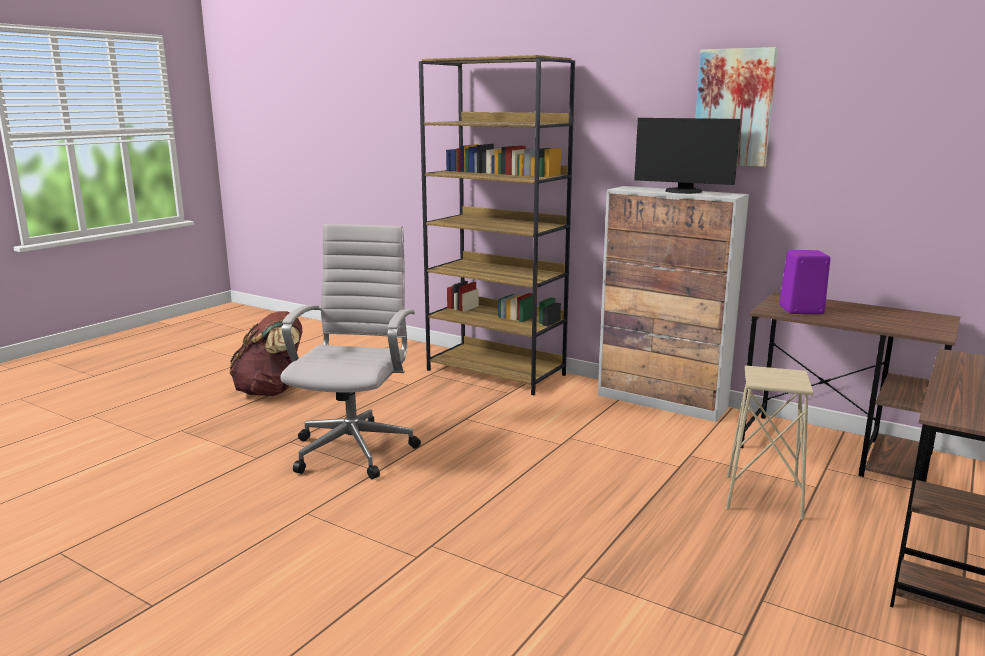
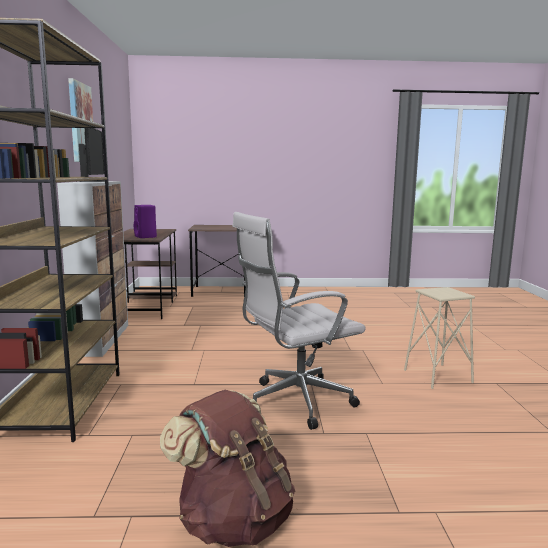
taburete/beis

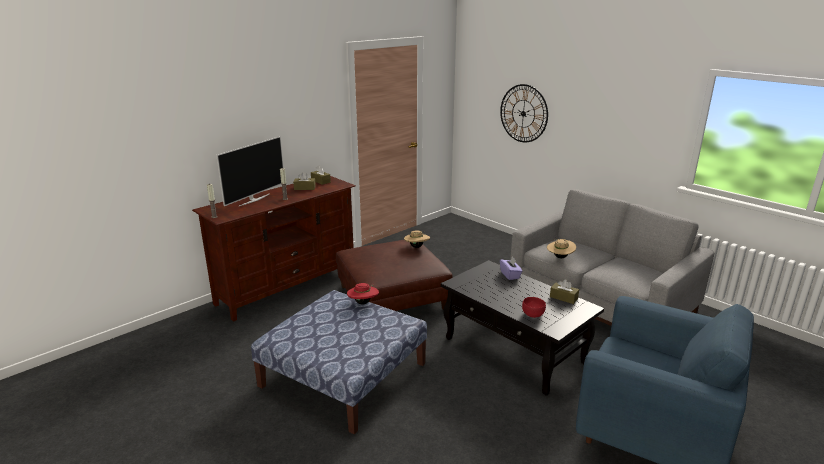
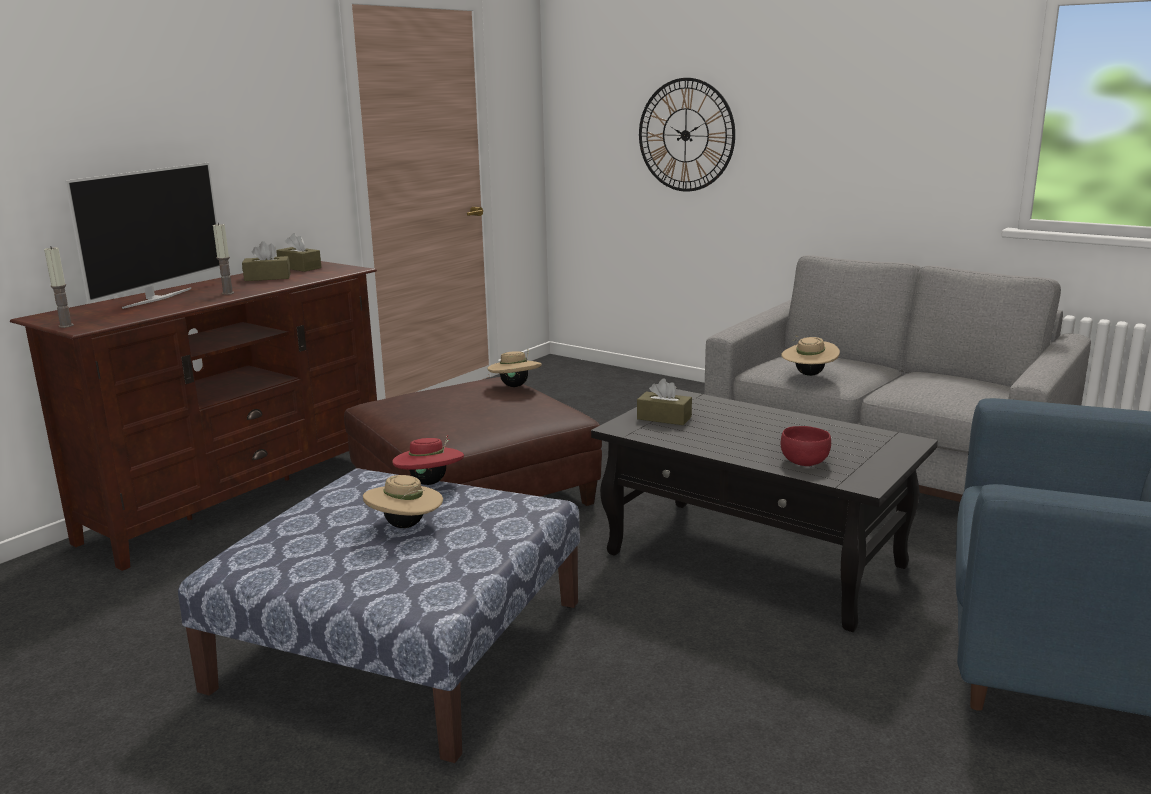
caja de pañuelos/morado
sombrero/beis (1st from left)
caja de pañuelos/marrón (3rd from left)

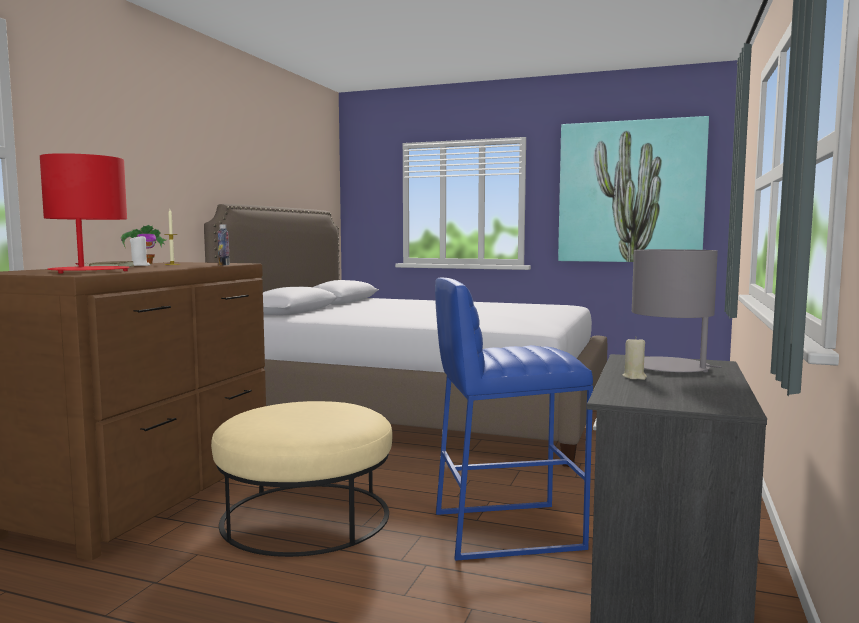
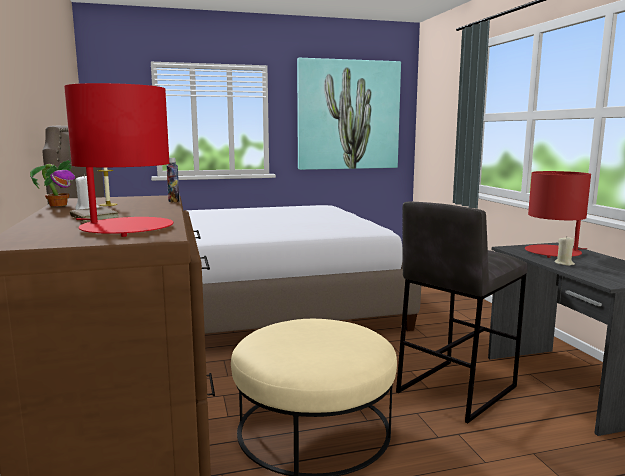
taburete/gris
lámpara de mesa/rojo (2nd from left)

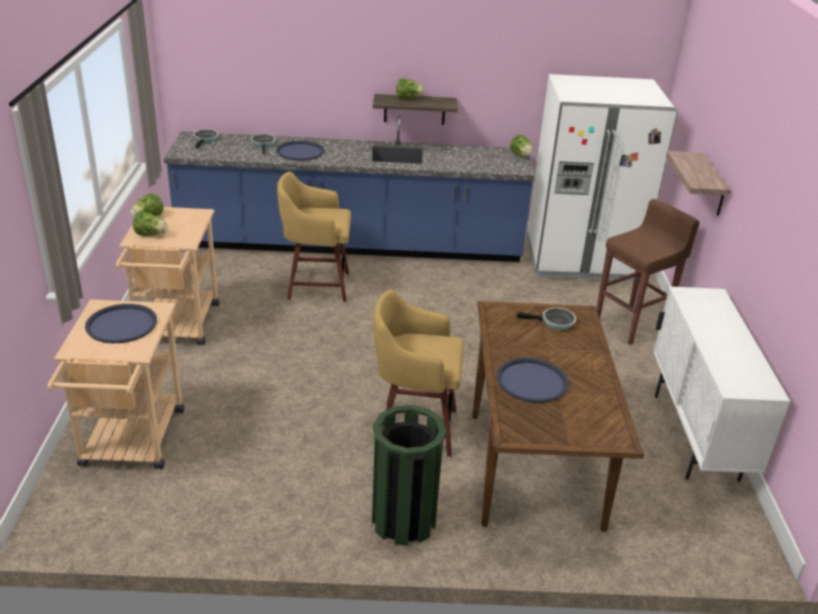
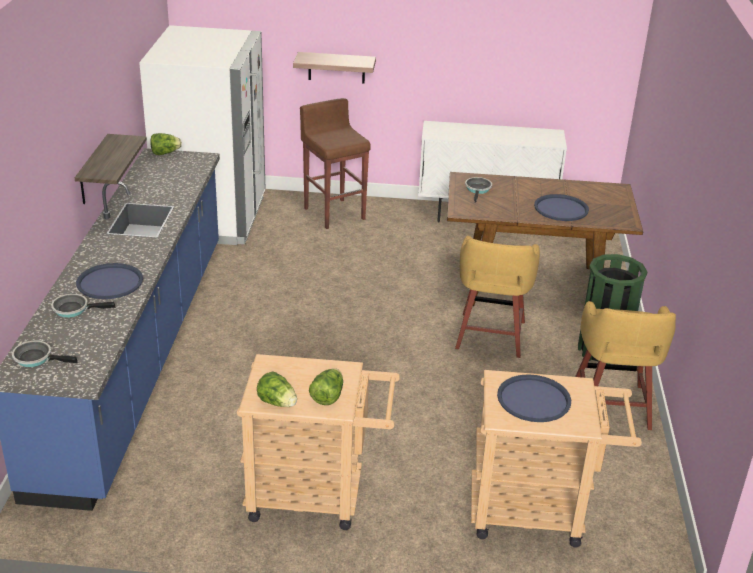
lechuga (3rd from left in the first image)
taburete/amarillo (2nd from left)

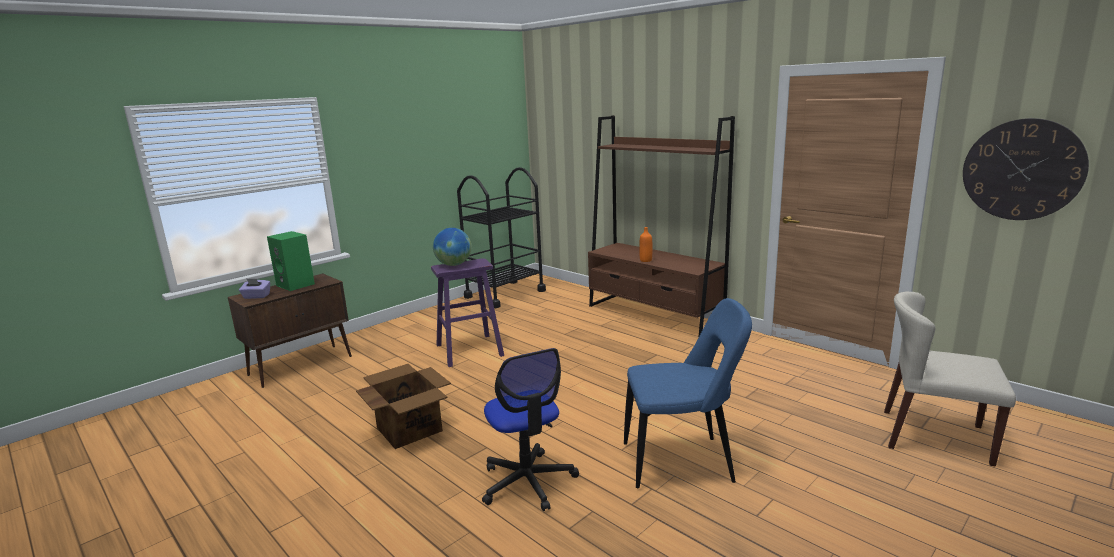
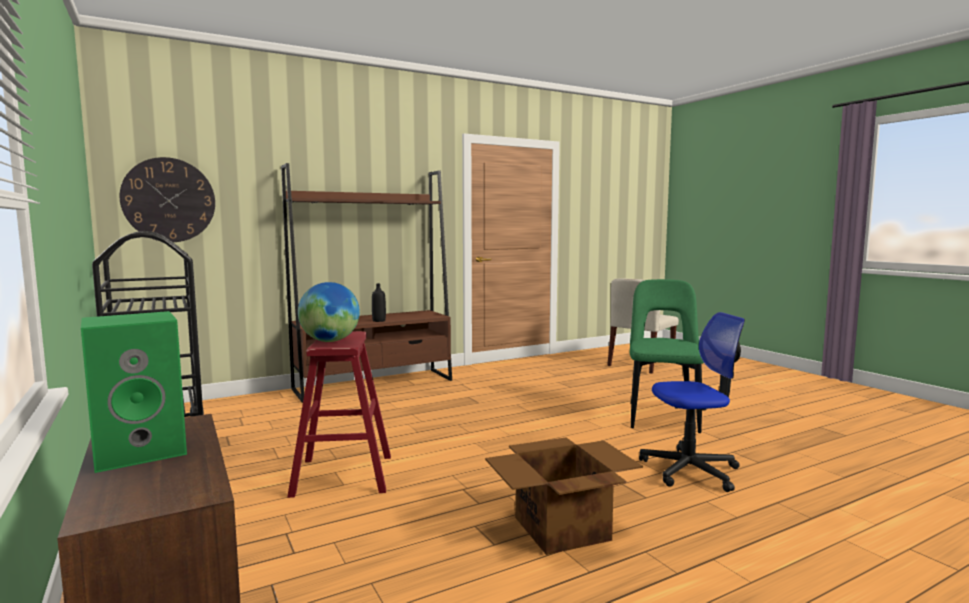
caja de pañuelos/morado
reloj de pared
taburete/rojo
silla/verde
botella/negro

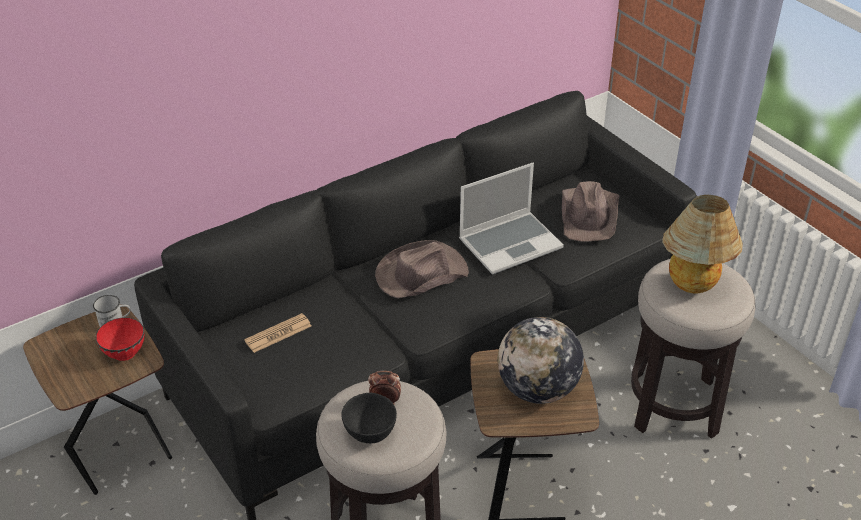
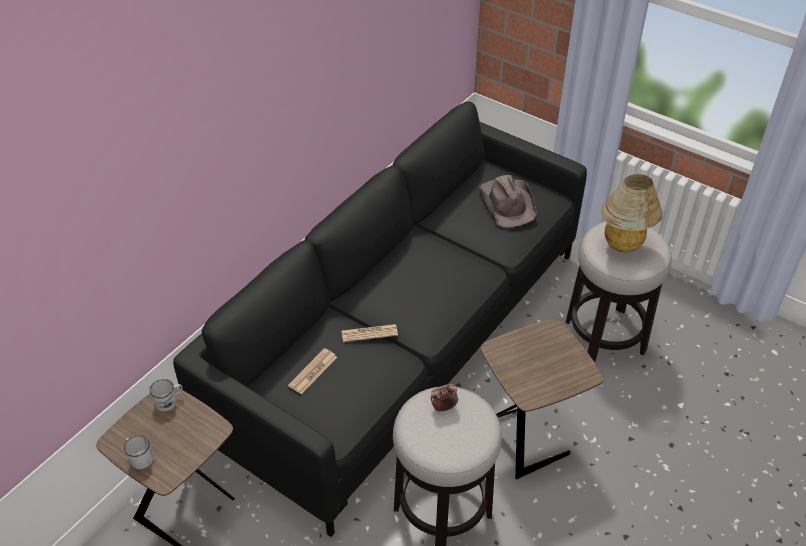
cuenco/rojo
cuenco/negro
sombrero/marrón (1st from left in the first image)
portátil
globo terráqueo
taza grande/blanco (1st from left)
periódico (2nd from left)

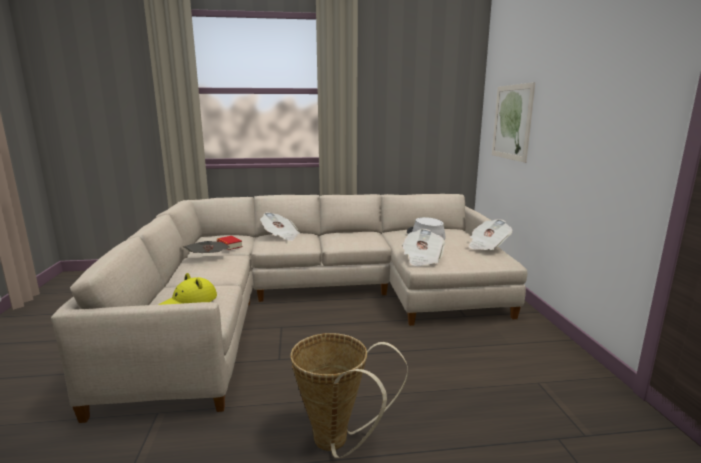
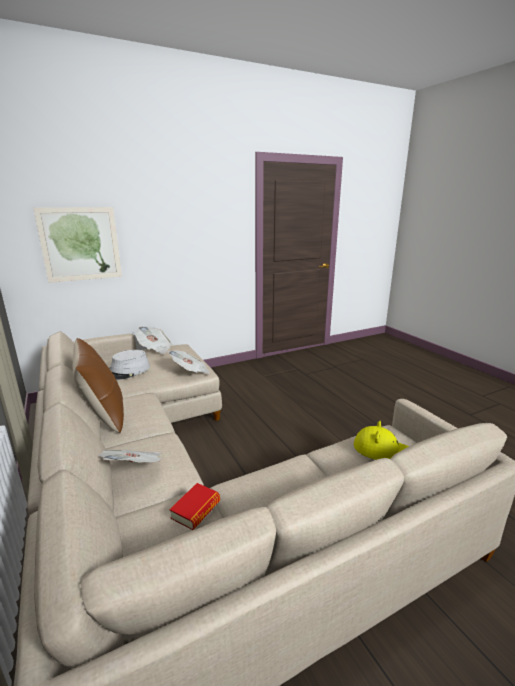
periódico (1st from left in the first image)
cesta
cojín/marrón

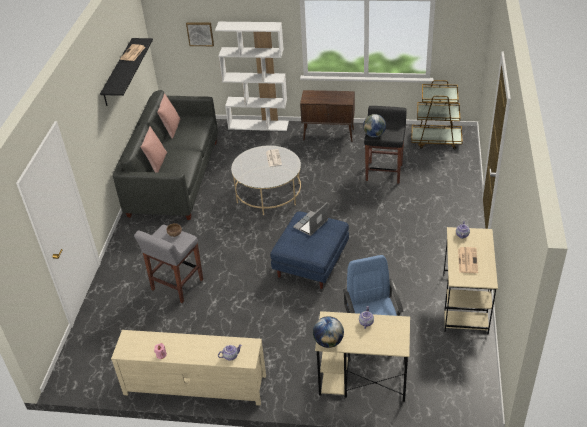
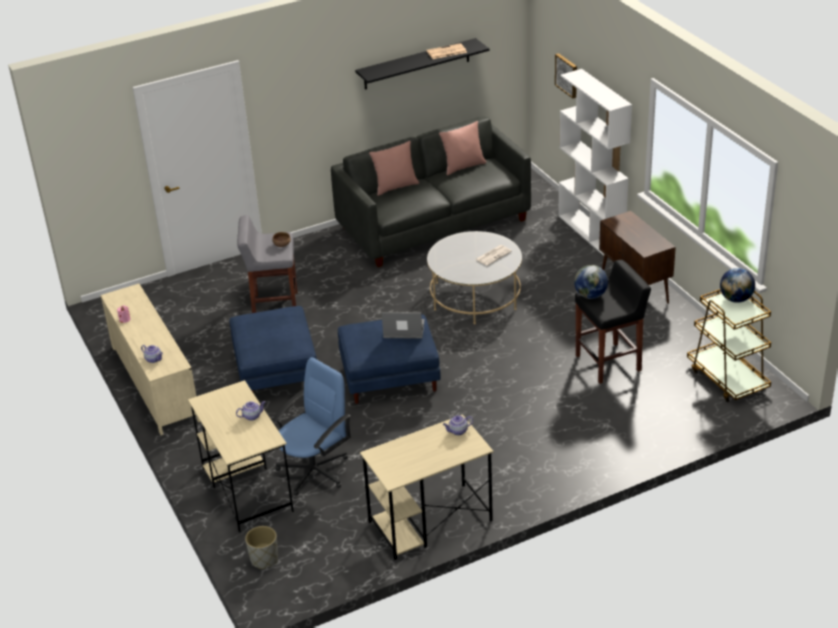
periódico (3rd from left in the first image)
puf/azul (1st from left)
maceta/gris
globo terráqueo (2nd from left)

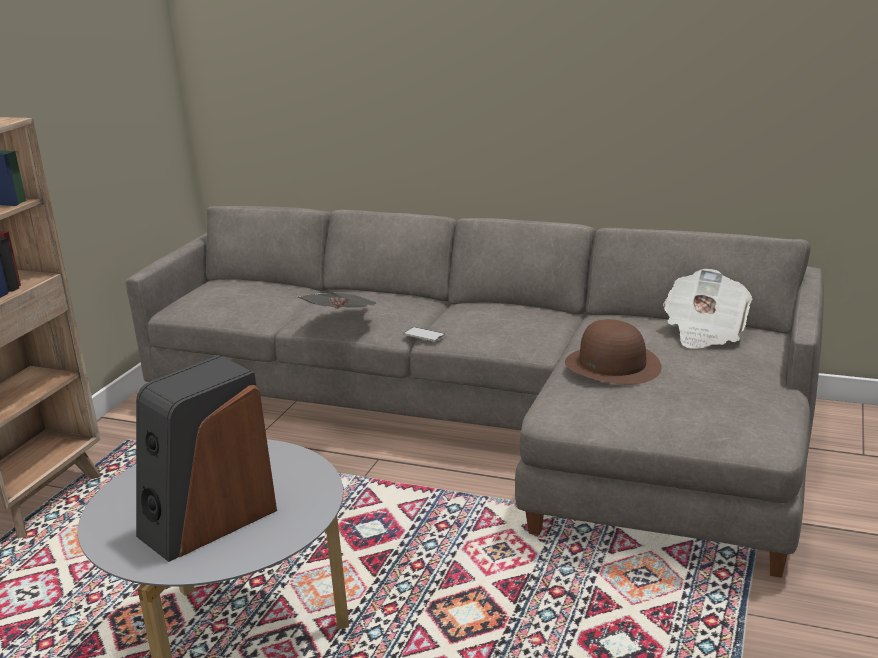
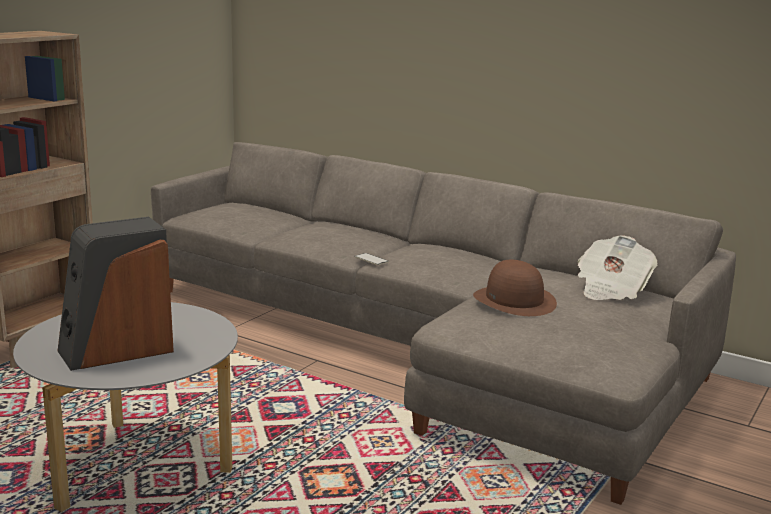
periódico (1st from left in the first image)

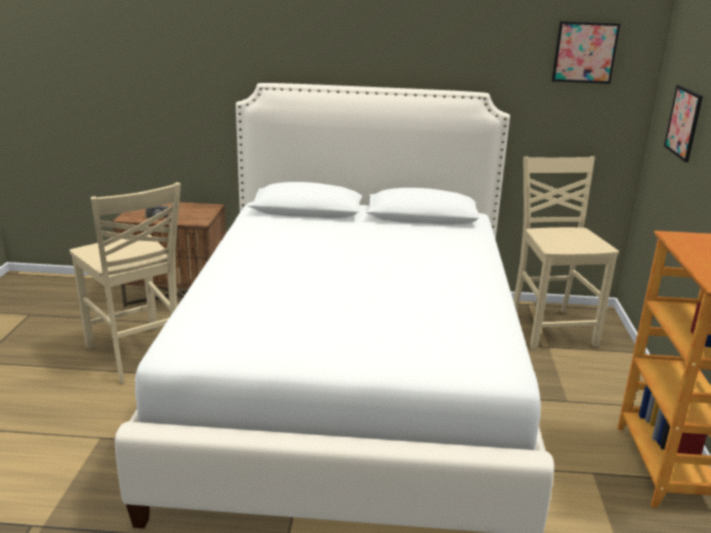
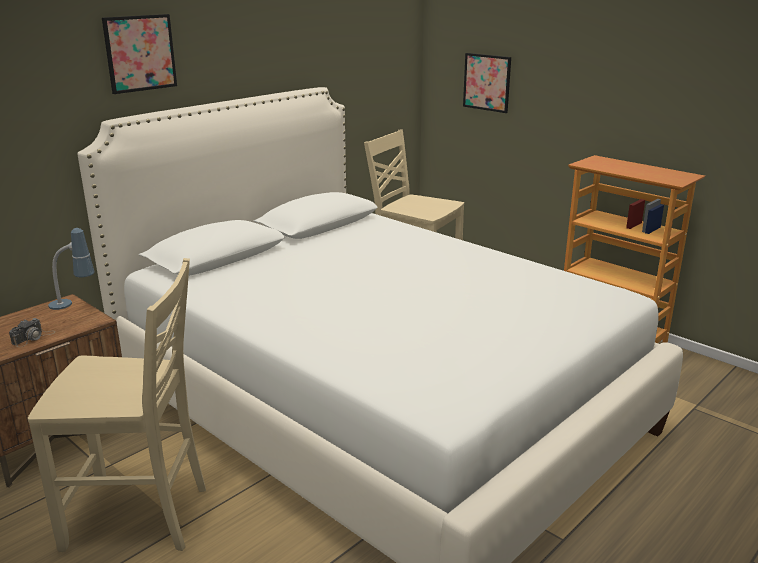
lámpara de mesa
cuadro (1st from left)

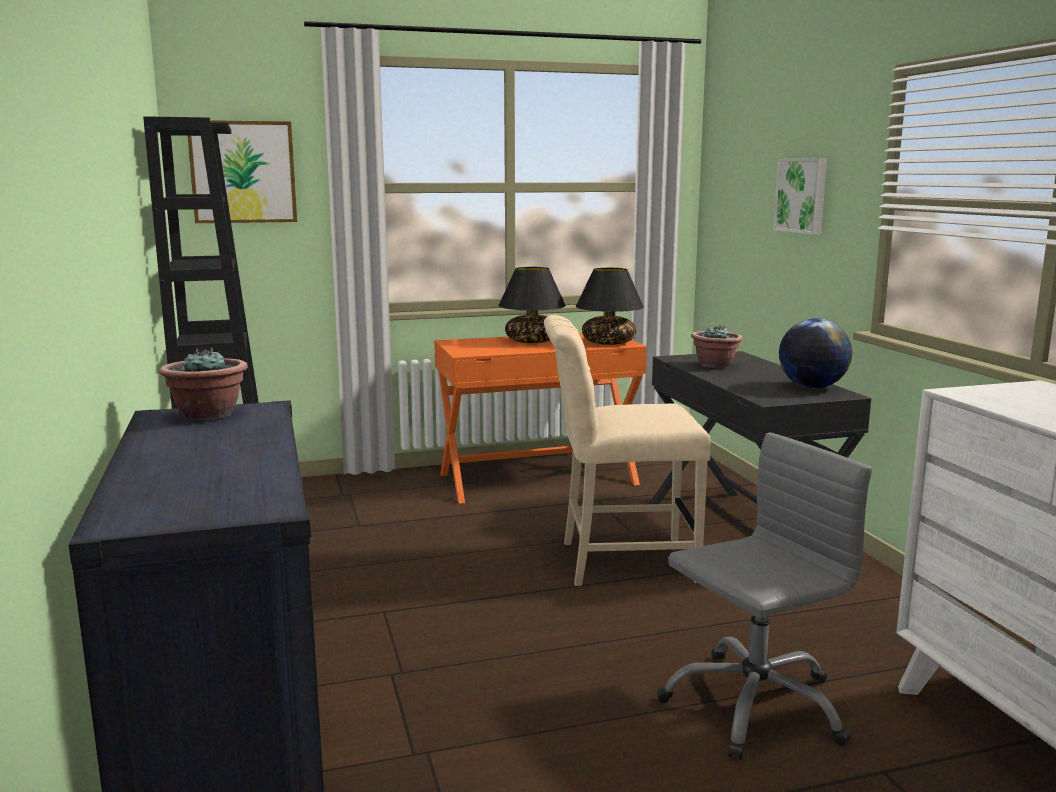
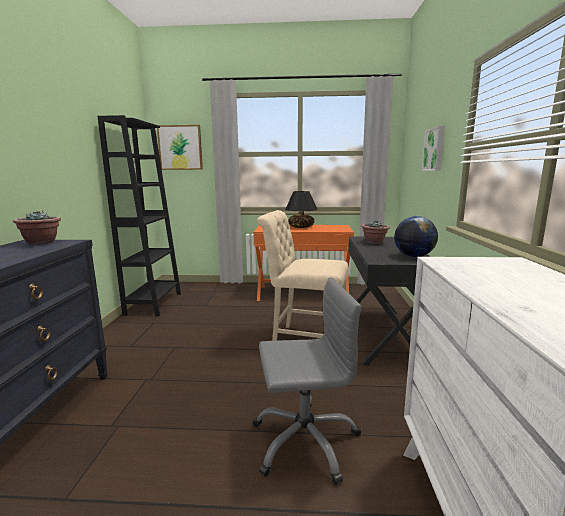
lámpara de mesa/negro (2nd from left in the first image)

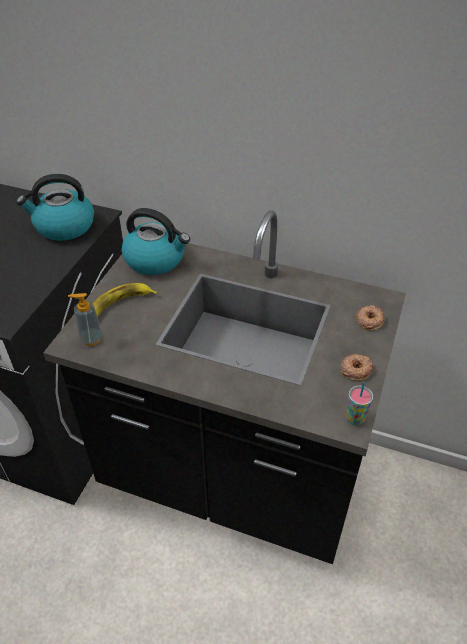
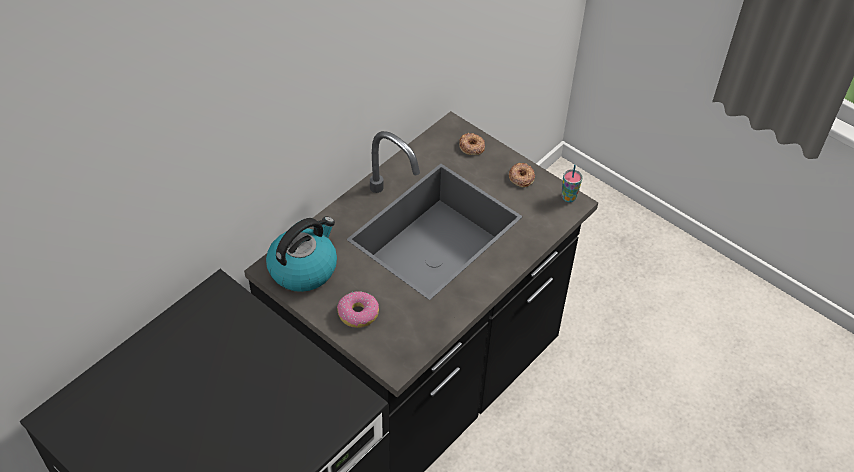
hervidor (1st from left in the first image)
dispensador de jabón
rosquilla (1st from left)

